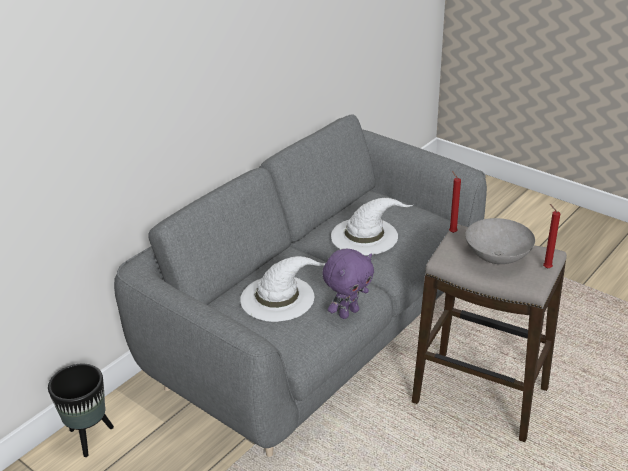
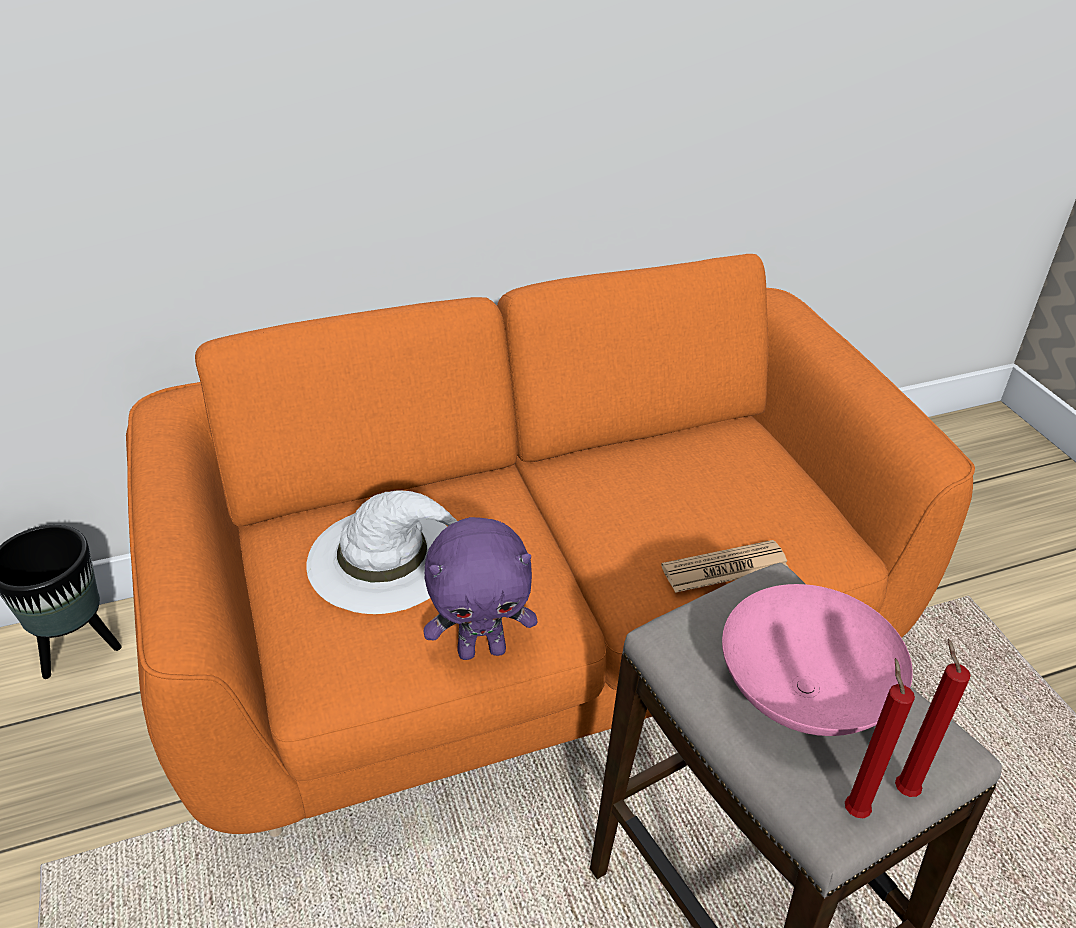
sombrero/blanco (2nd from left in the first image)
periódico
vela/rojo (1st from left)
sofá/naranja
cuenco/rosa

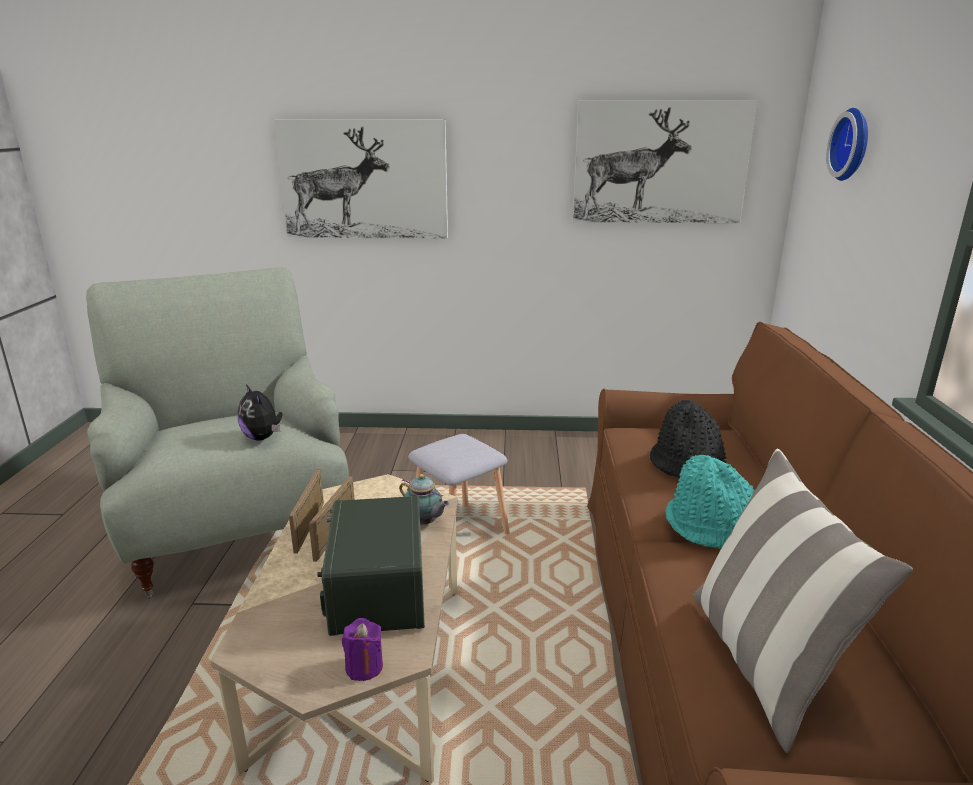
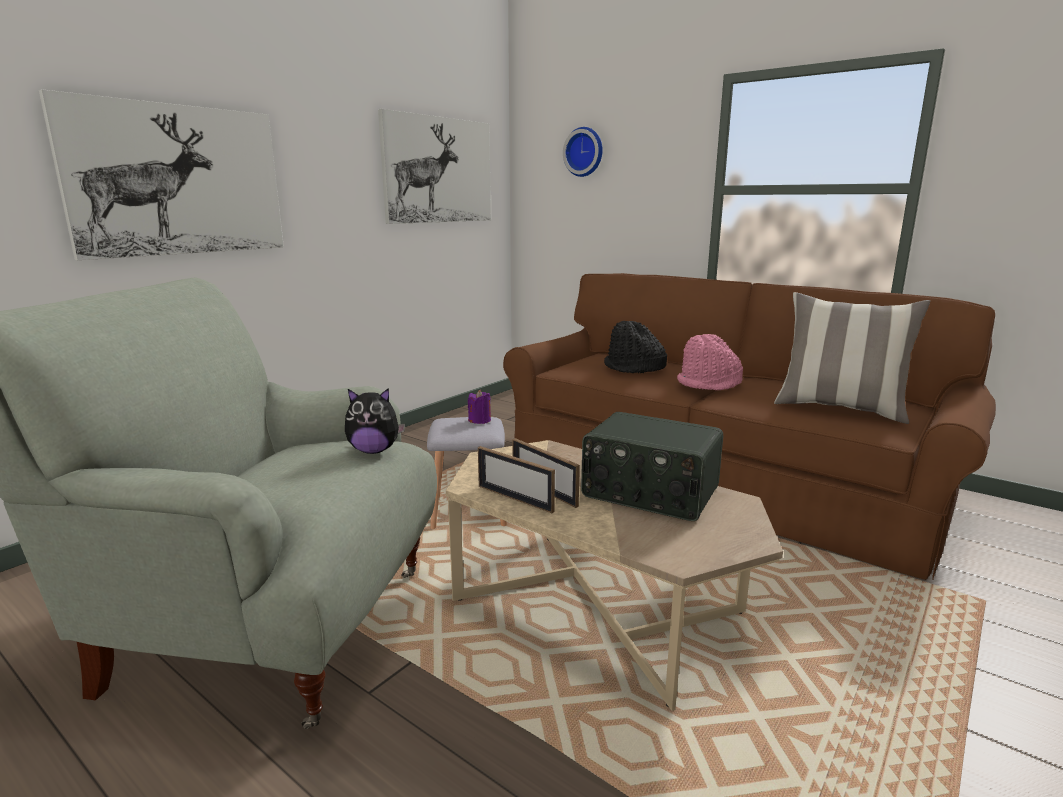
tetera
vela/morado
sombrero/rosa

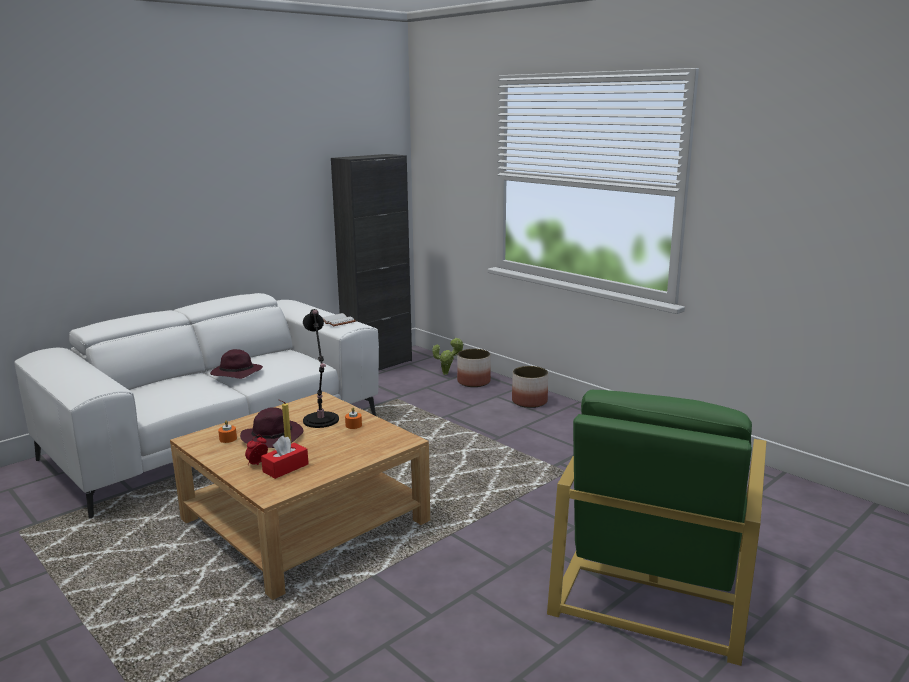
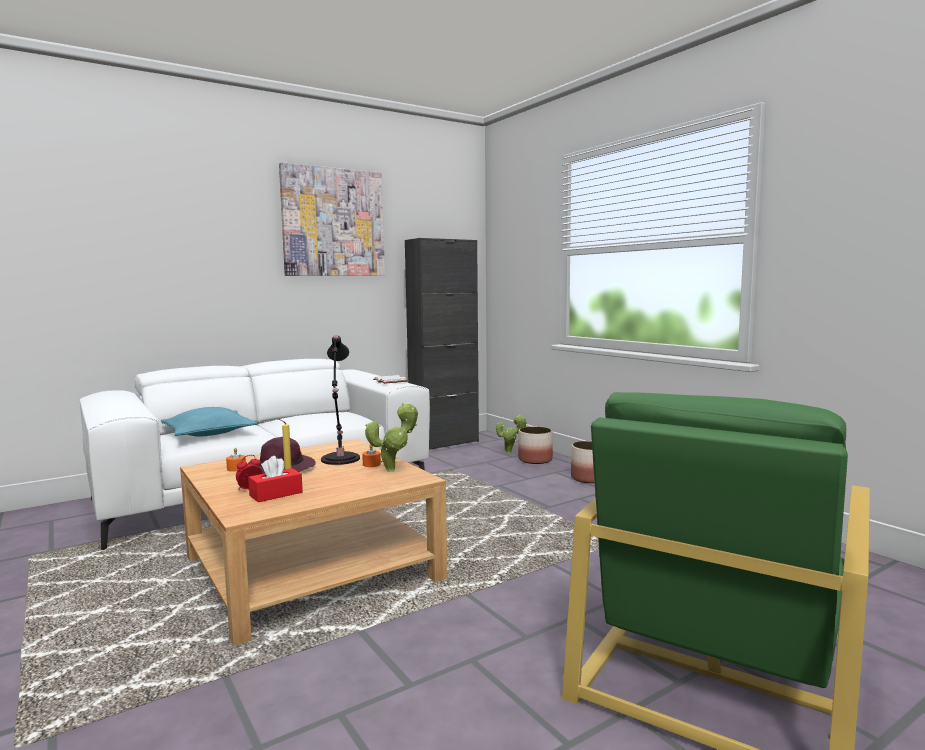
sombrero/morado (1st from left in the first image)
cojín/turquesa
cuadro
planta en maceta (1st from left)

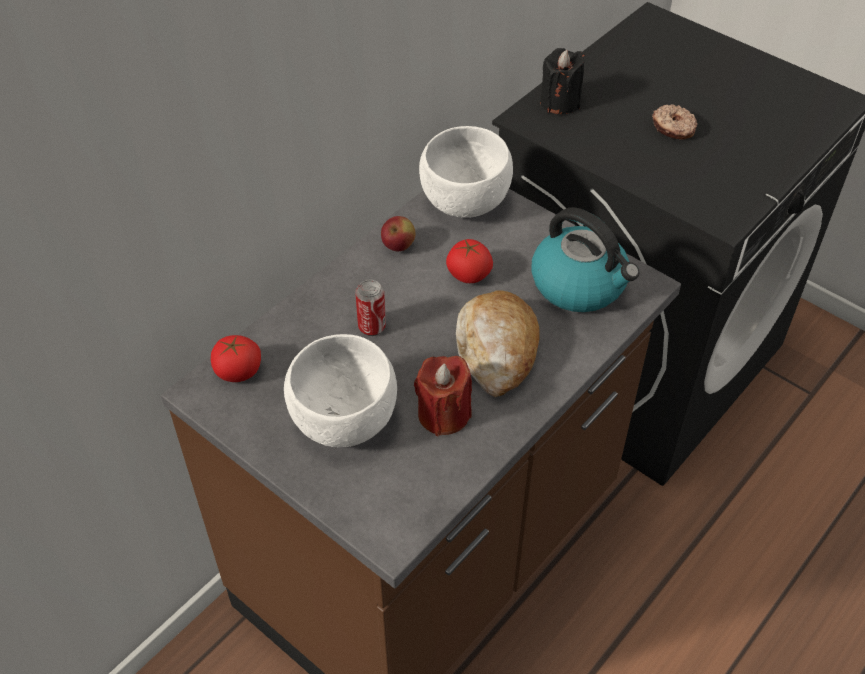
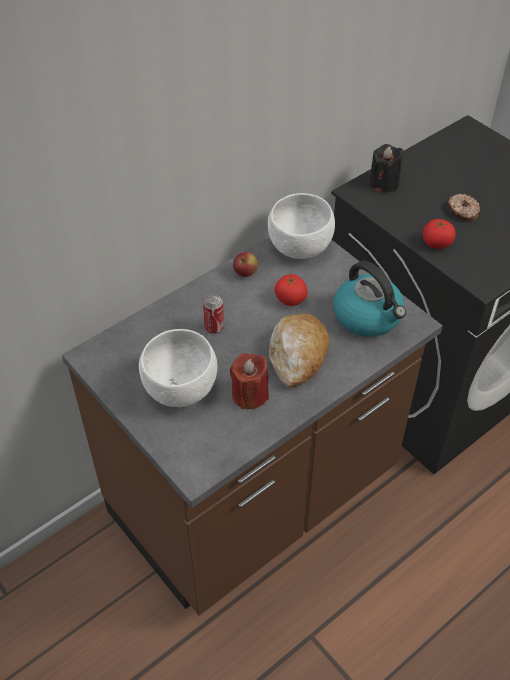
tomate (2nd from left)

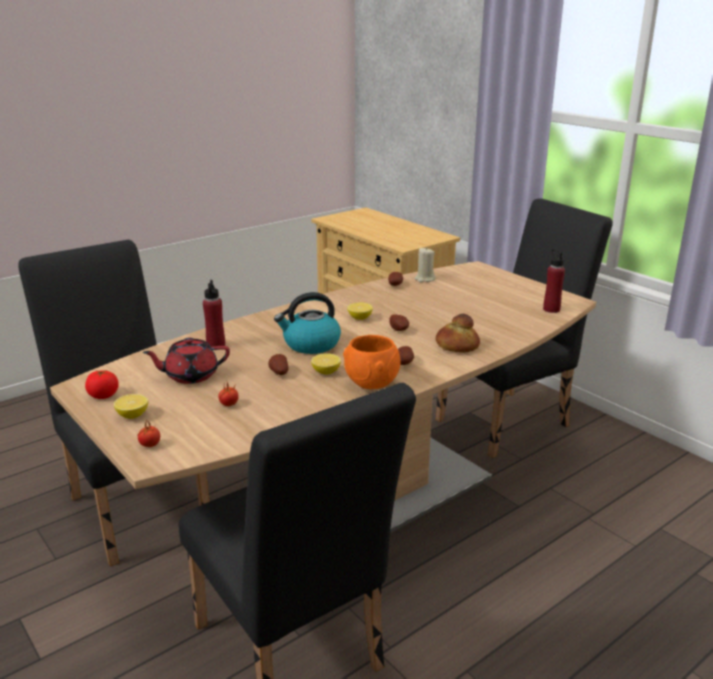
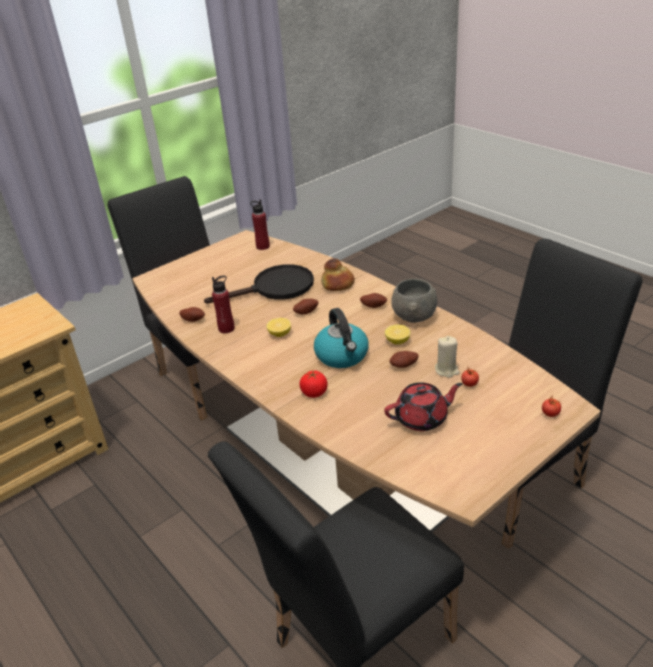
limón (1st from left in the first image)
sartén/negro
tomate (1st from left)
botella/rojo (1st from left)
vela/beis
cuenco/gris
tetera/rojo

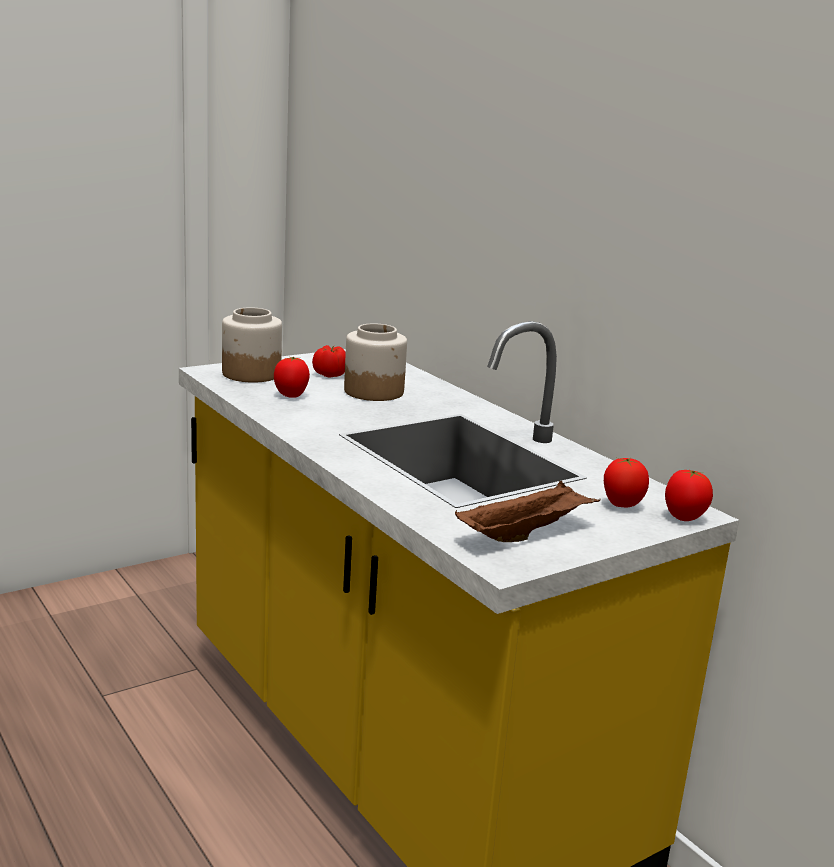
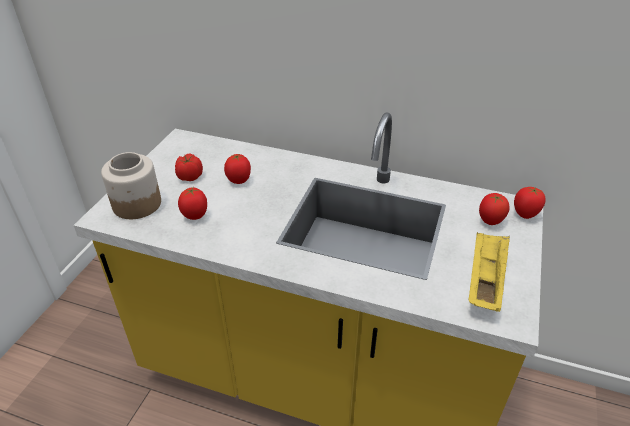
tomate (3rd from left)
bandeja/amarillo

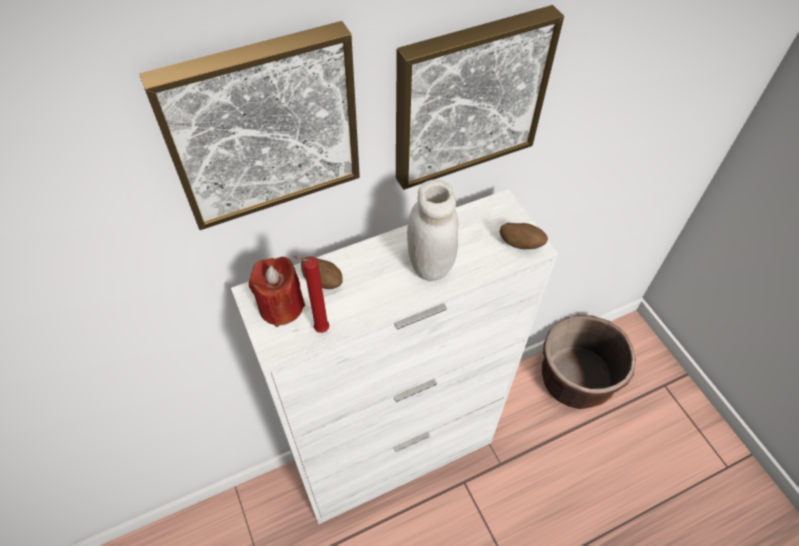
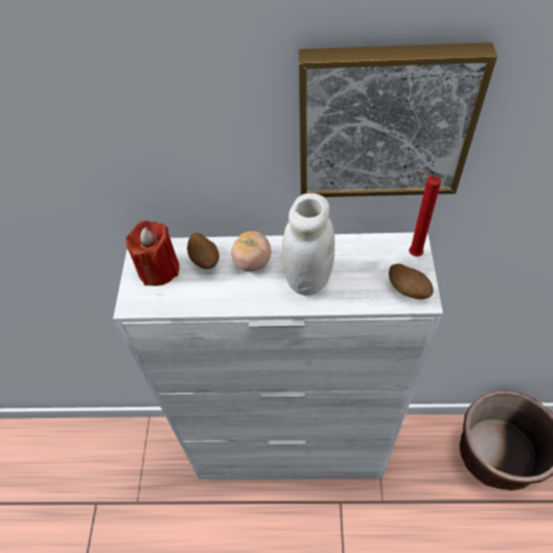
cuadro (1st from left in the first image)
tomate
vela/rojo (2nd from left)

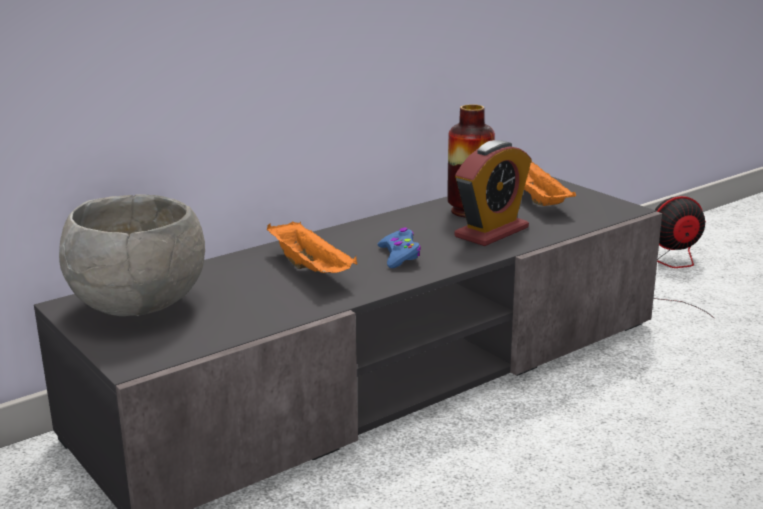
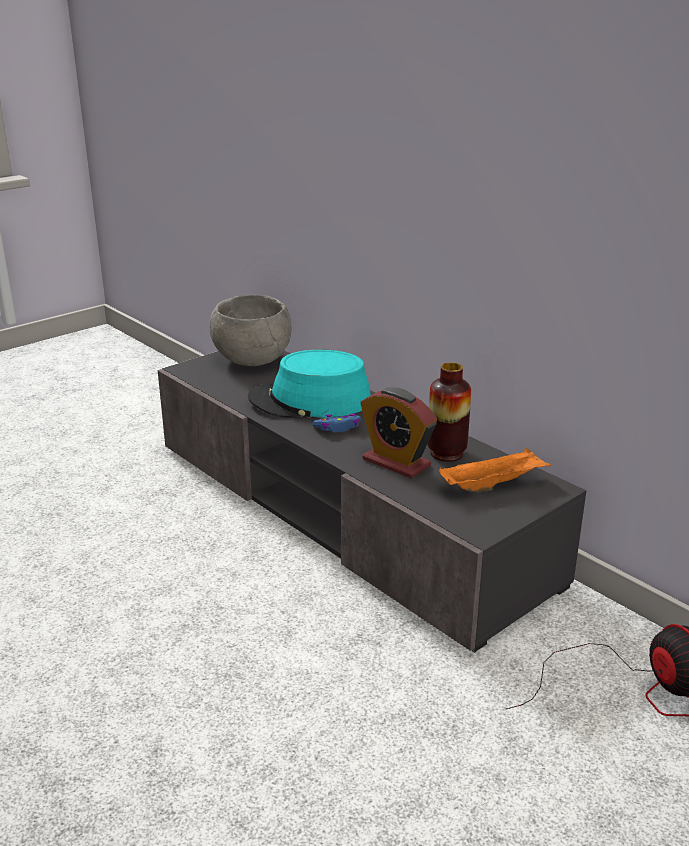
sombrero/turquesa

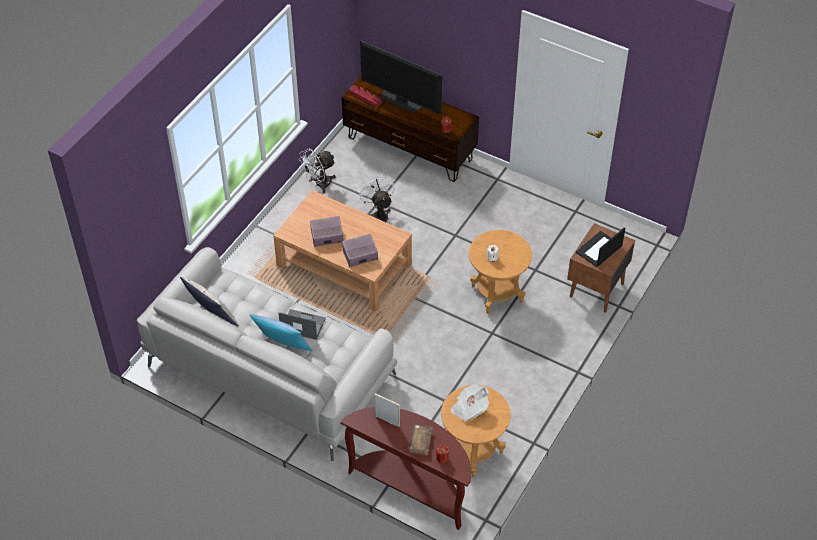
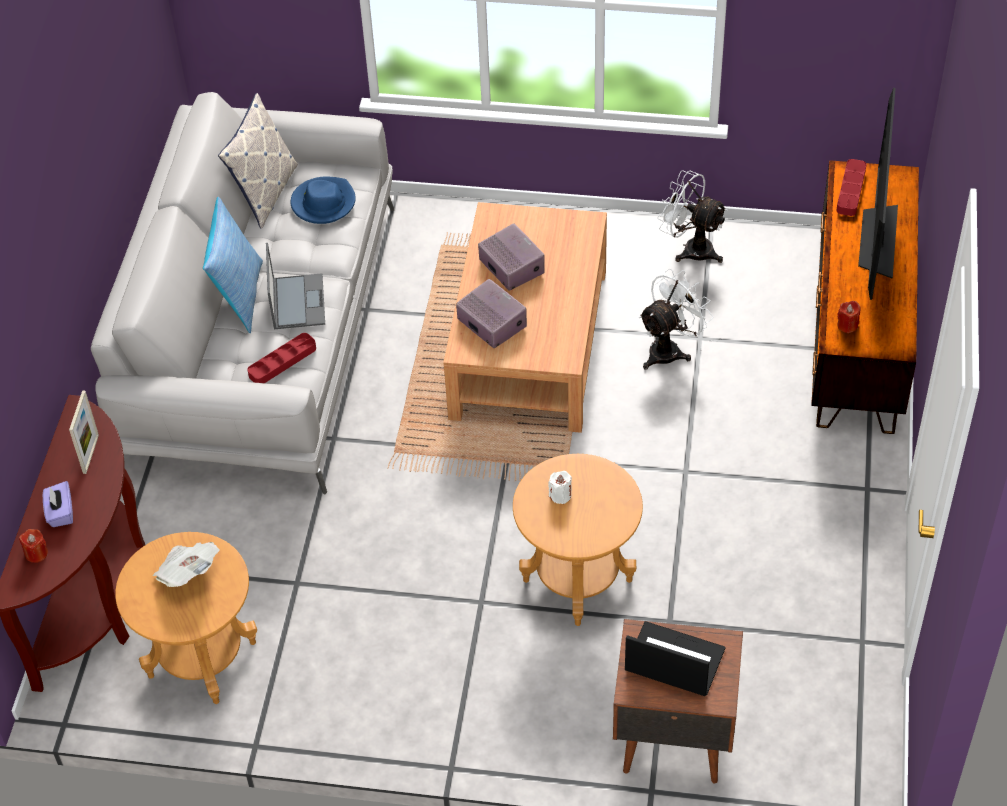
bandeja/rojo (1st from left)
sombrero/azul
caja de pañuelos/morado

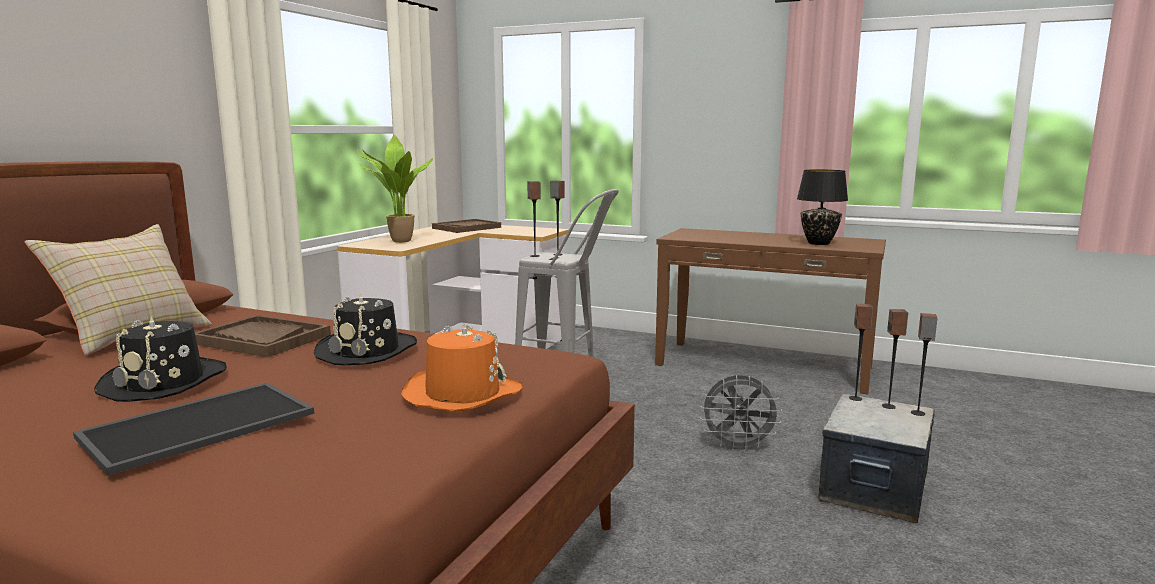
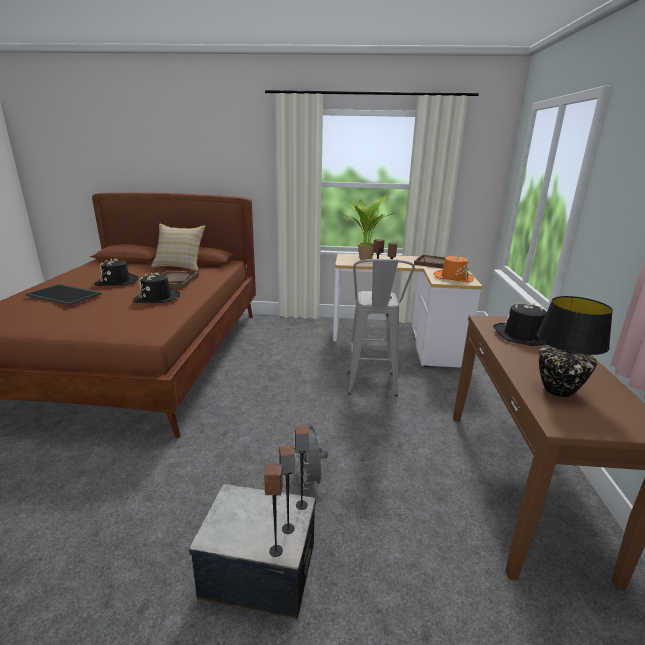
sombrero/negro (3rd from left)
sombrero/naranja

